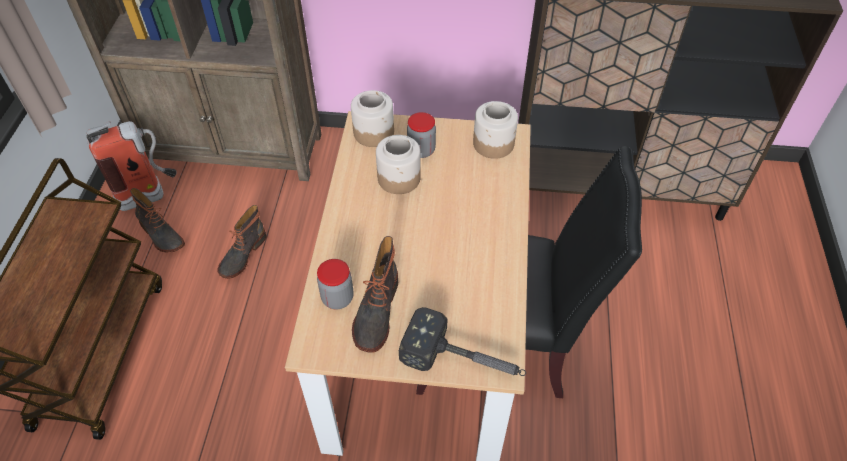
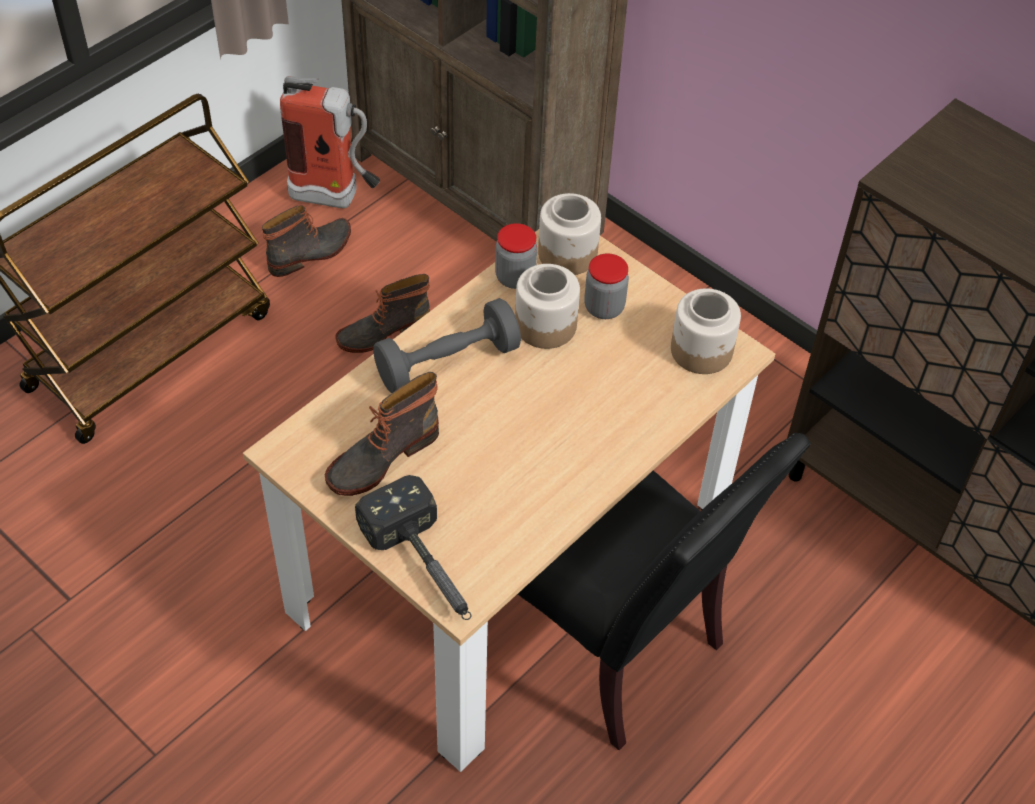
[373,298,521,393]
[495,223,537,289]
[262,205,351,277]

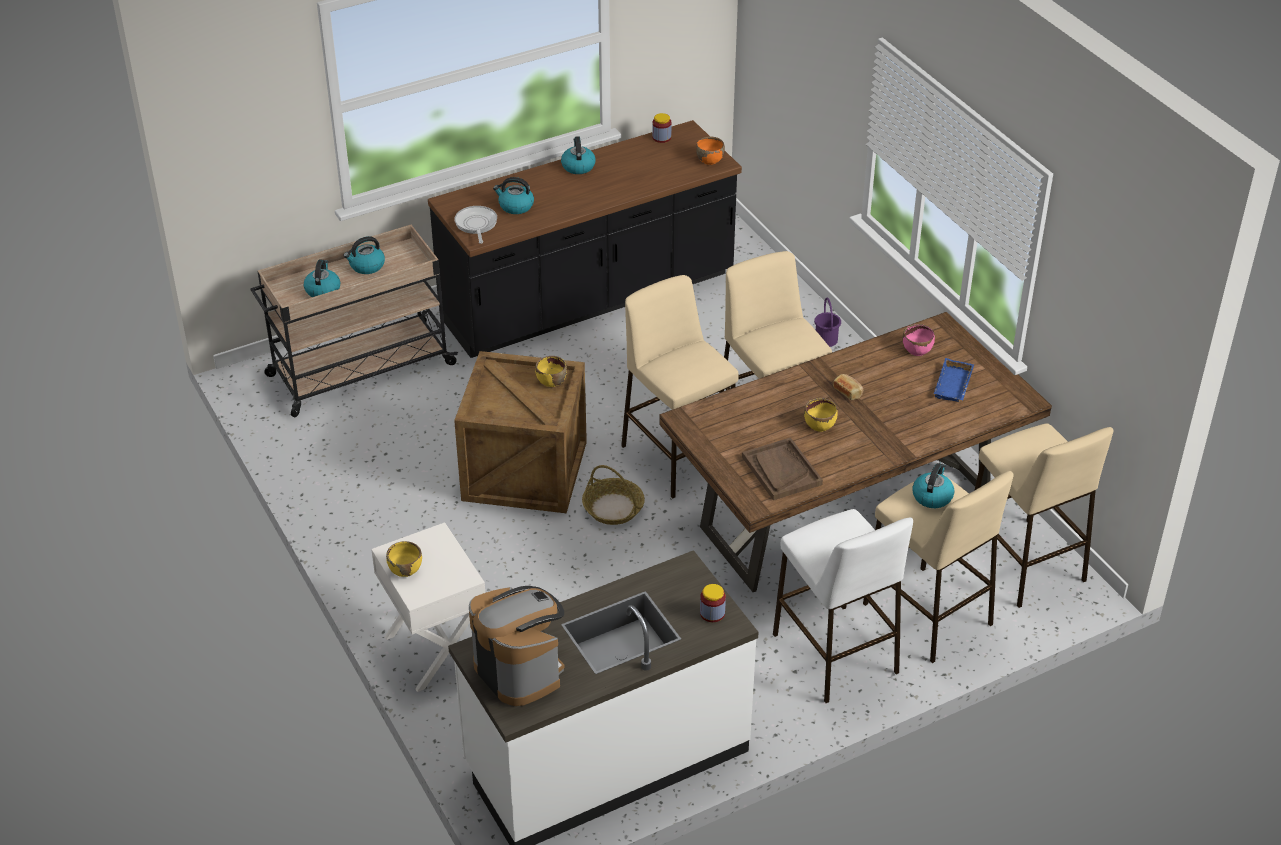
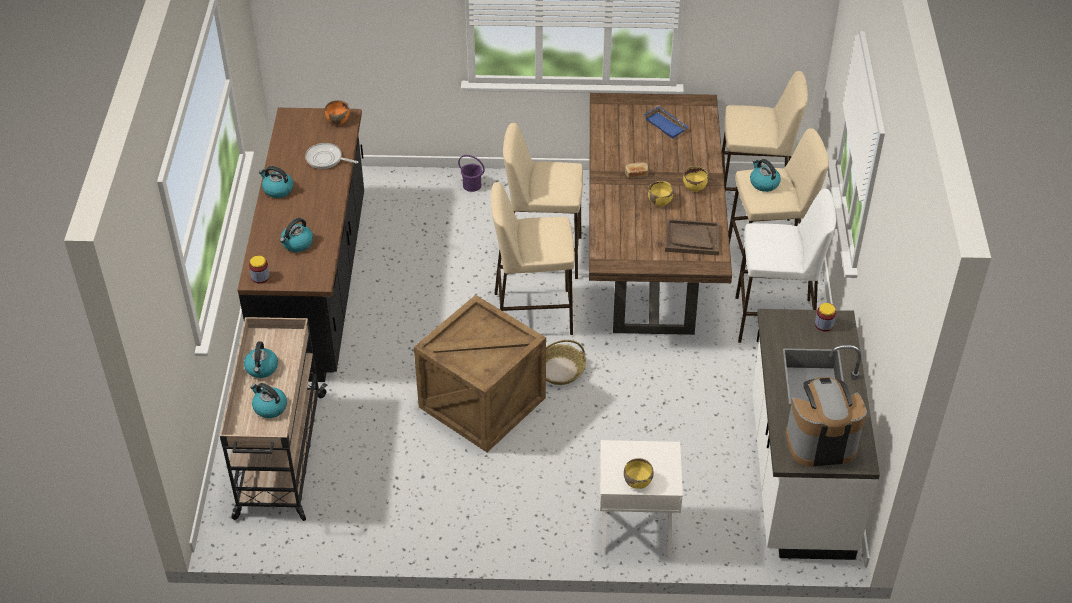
[903,324,935,356] (first image)
[305,143,358,169]
[683,166,709,192]
[249,256,270,284]

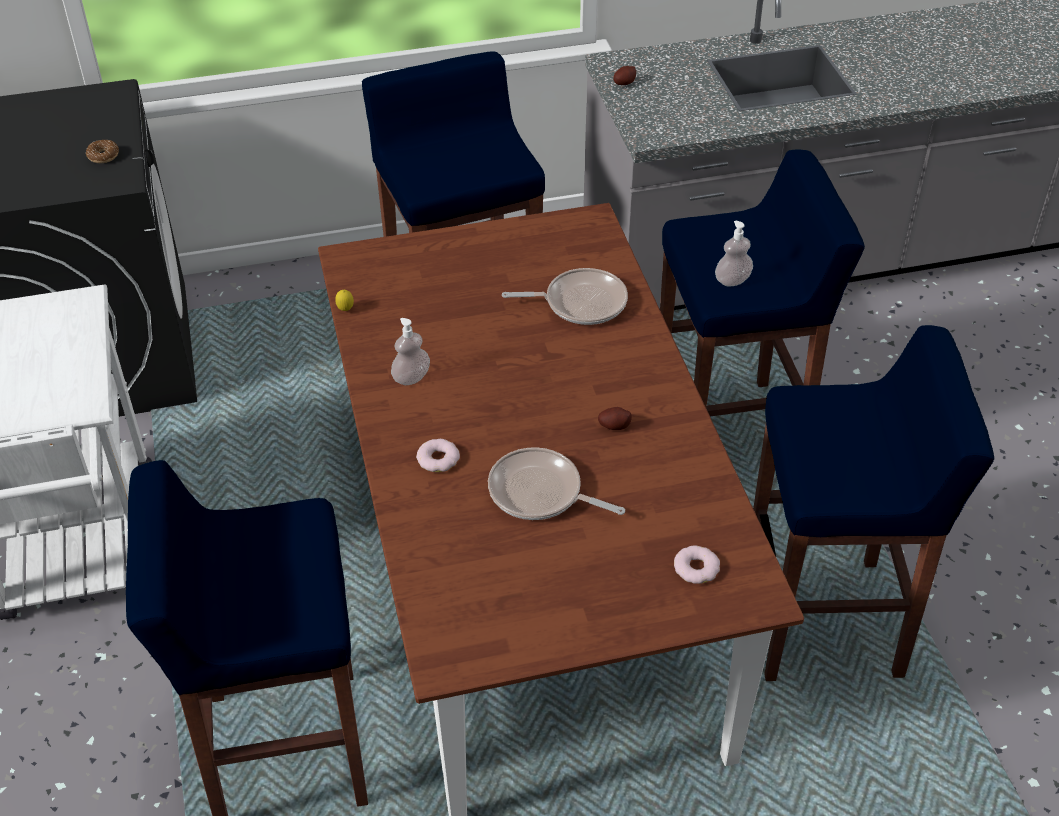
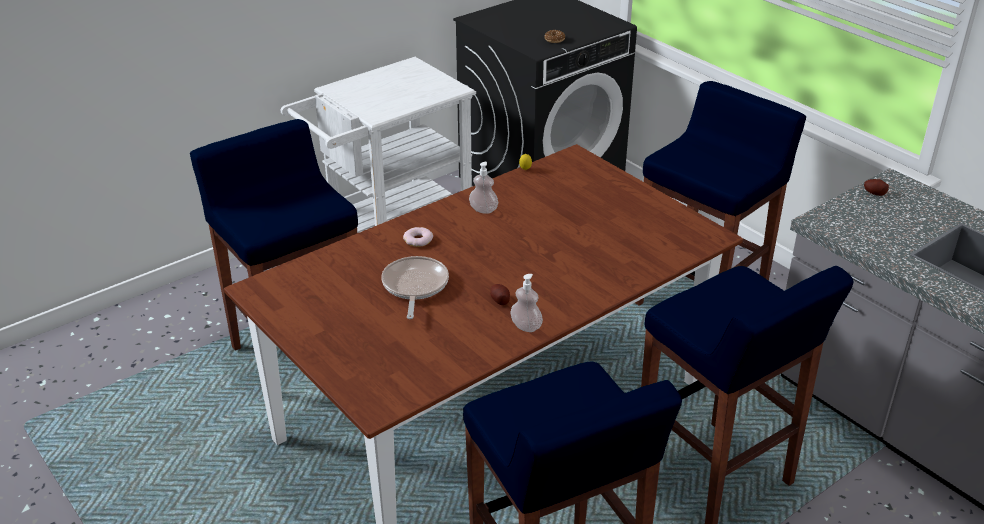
[502,268,628,325] (first image)
[674,546,720,584] (first image)
[510,274,543,332]

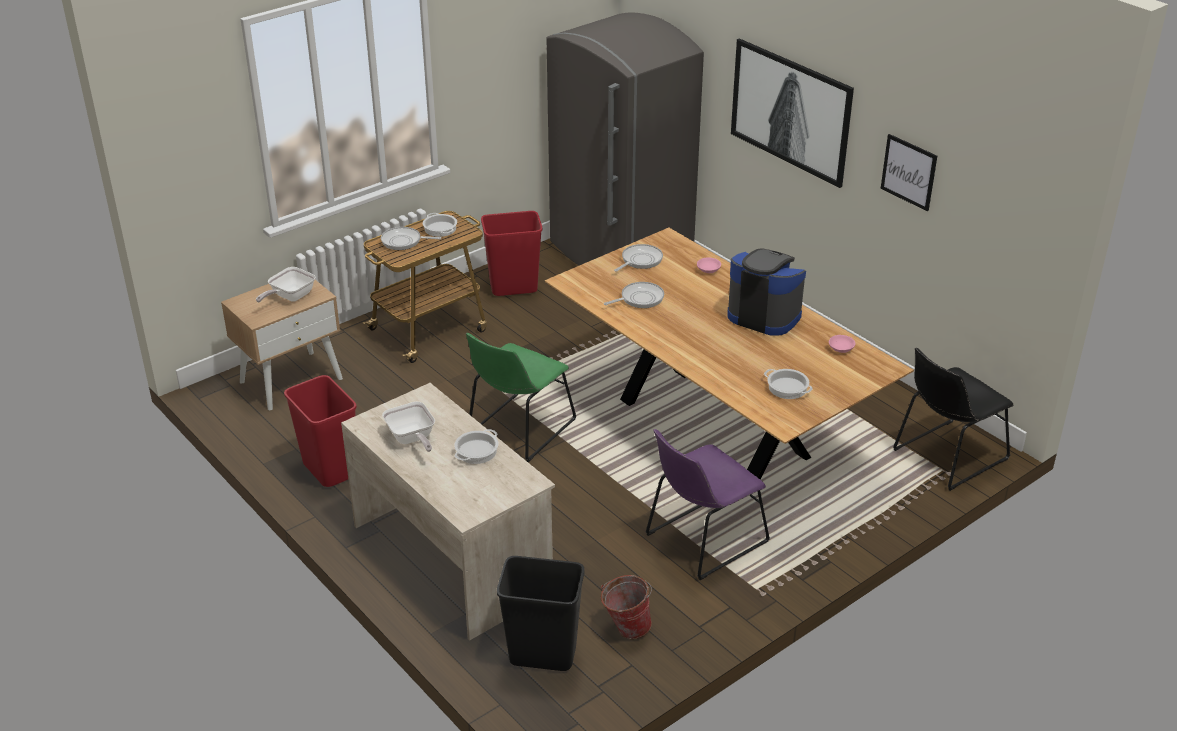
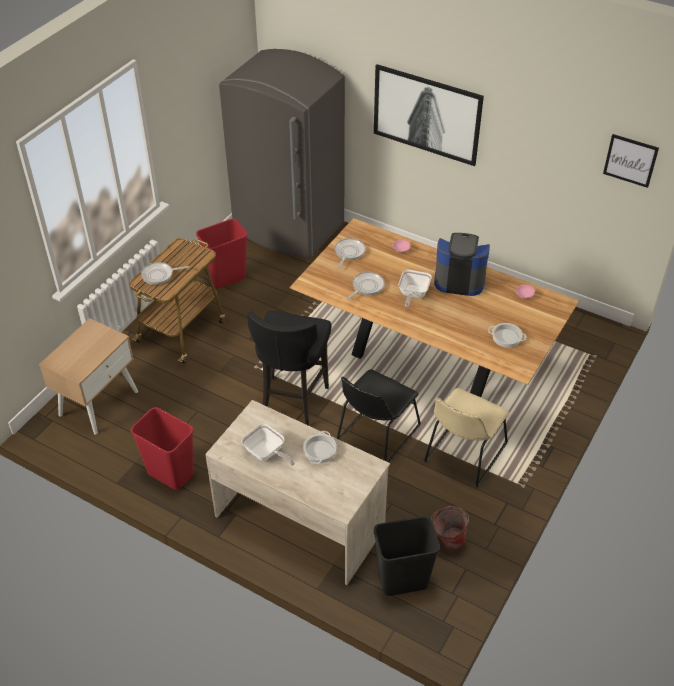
[423,213,457,237] (first image)
[398,270,432,307]
[603,134,659,188]
[337,369,421,463]
[247,311,331,426]
[424,388,509,488]

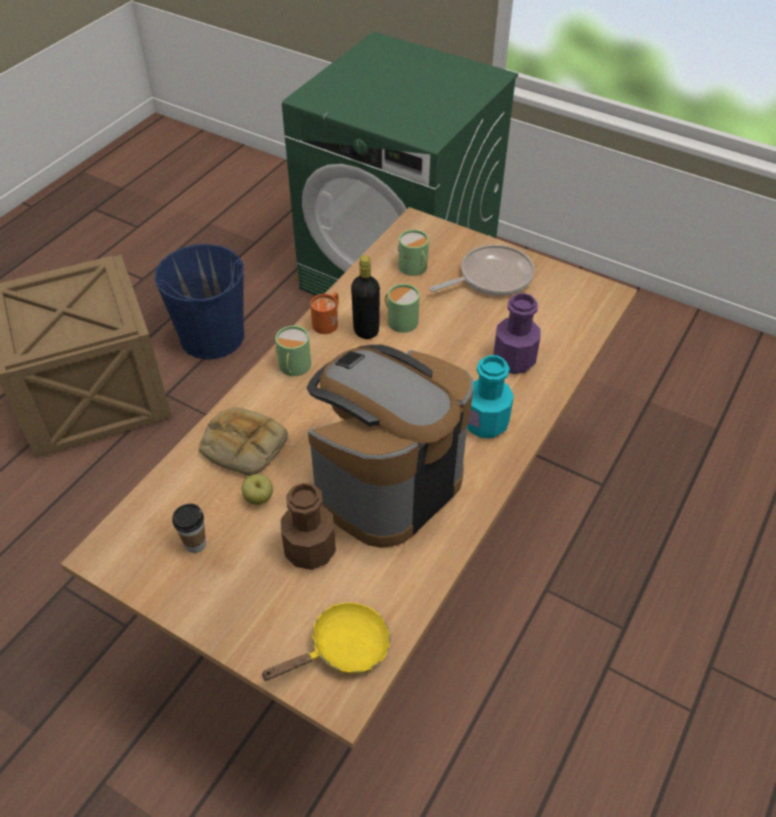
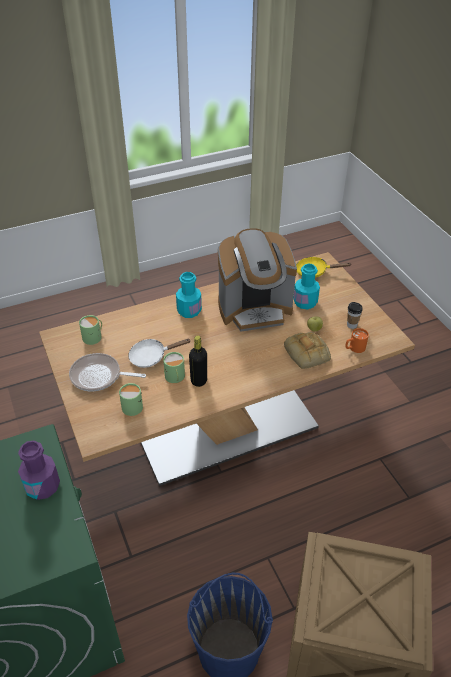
[128,339,190,368]
[79,315,102,345]
[345,328,369,353]
[18,441,60,500]
[293,264,320,309]

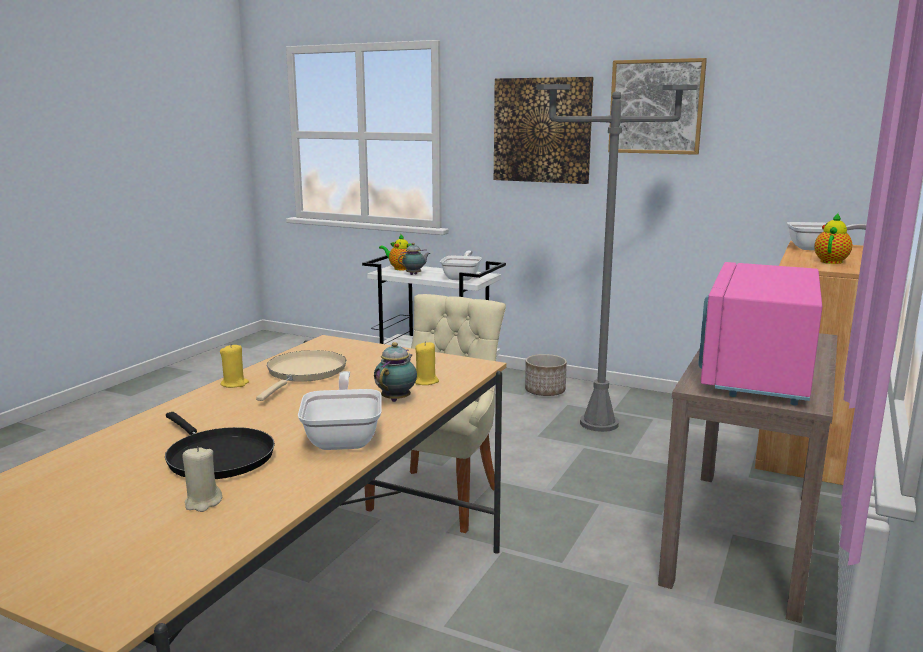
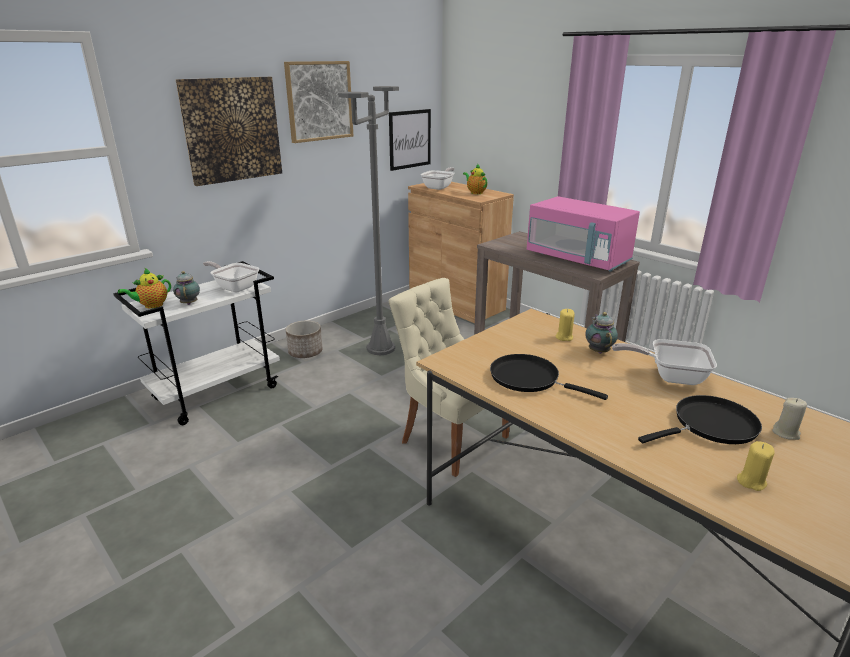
[389,109,431,171]
[737,441,774,491]
[490,354,608,400]
[585,312,618,354]

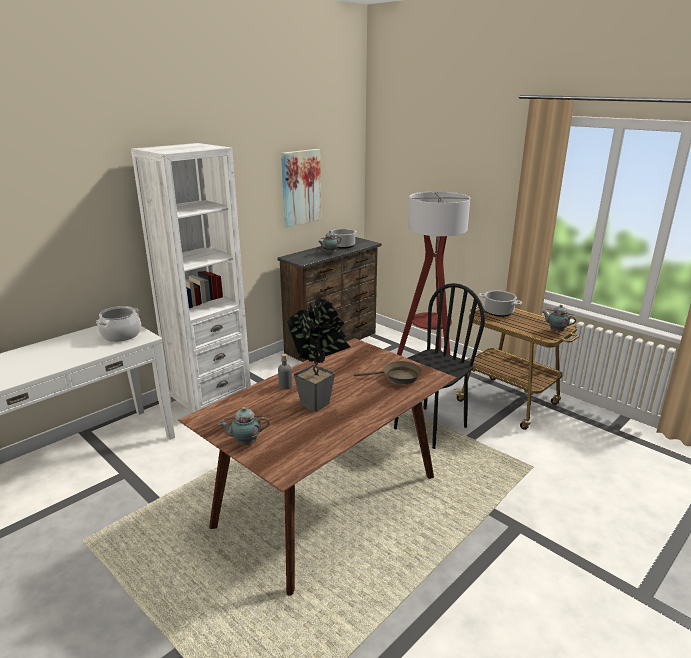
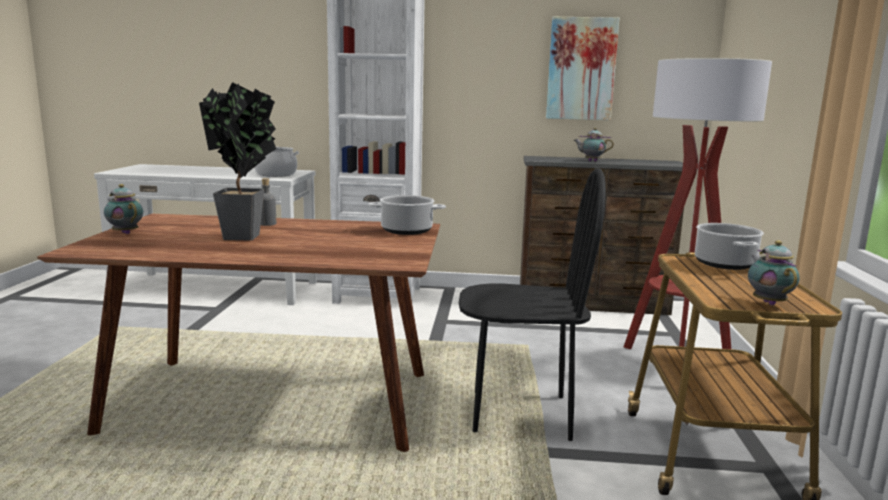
[354,361,422,384] (first image)
[368,195,446,235]

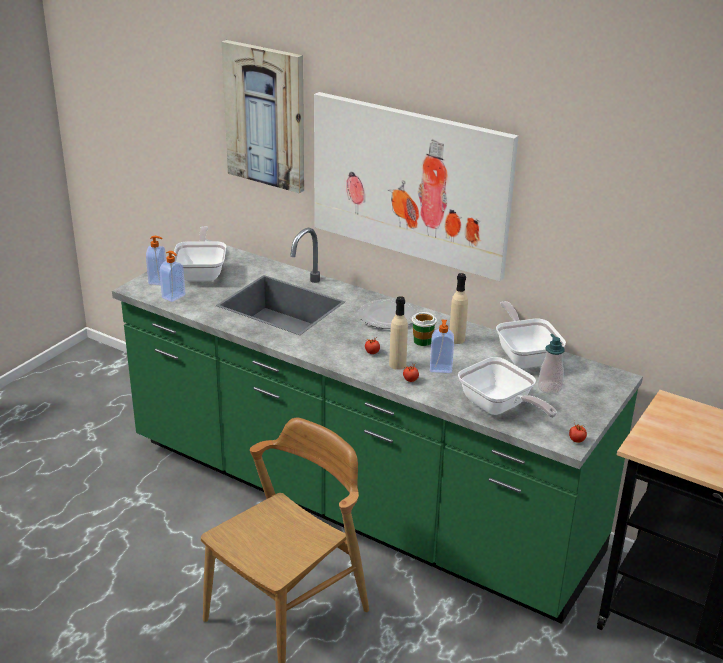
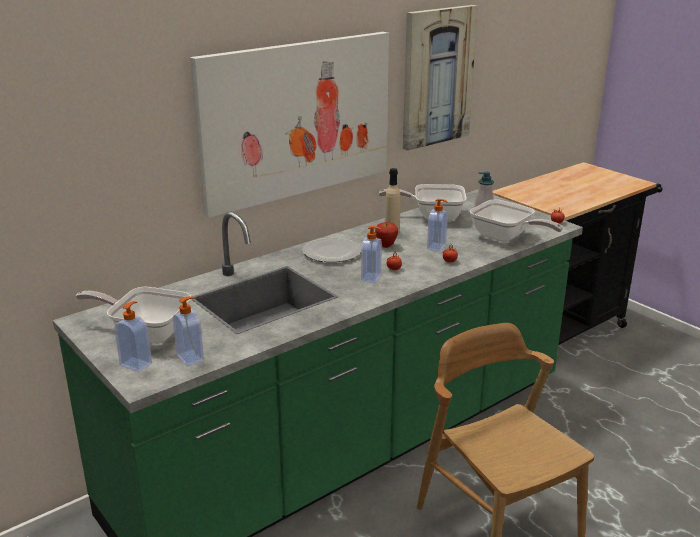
[389,296,408,370] (first image)
[361,226,382,283]
[403,5,478,151]
[375,222,398,248]
[470,199,563,242]

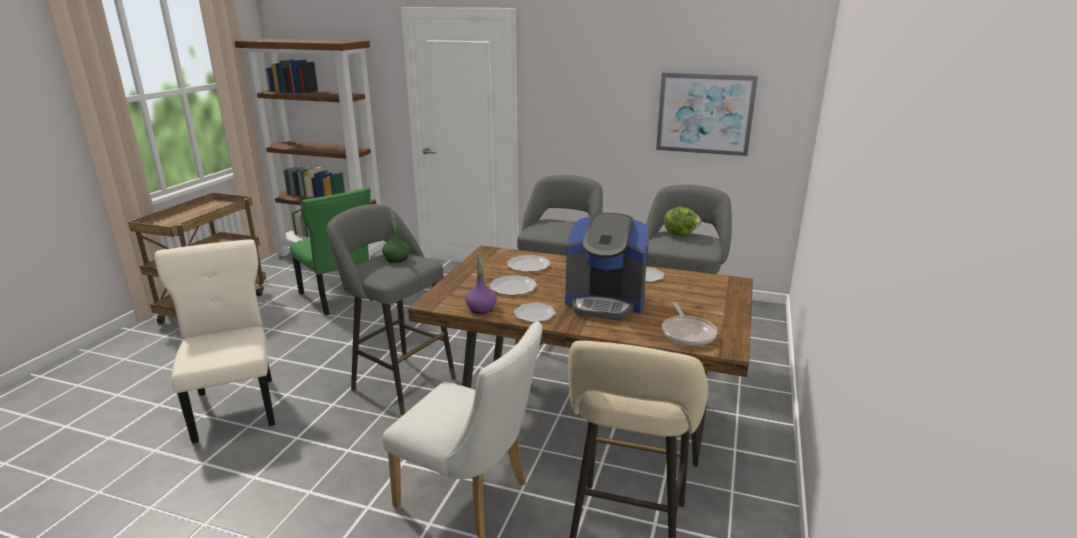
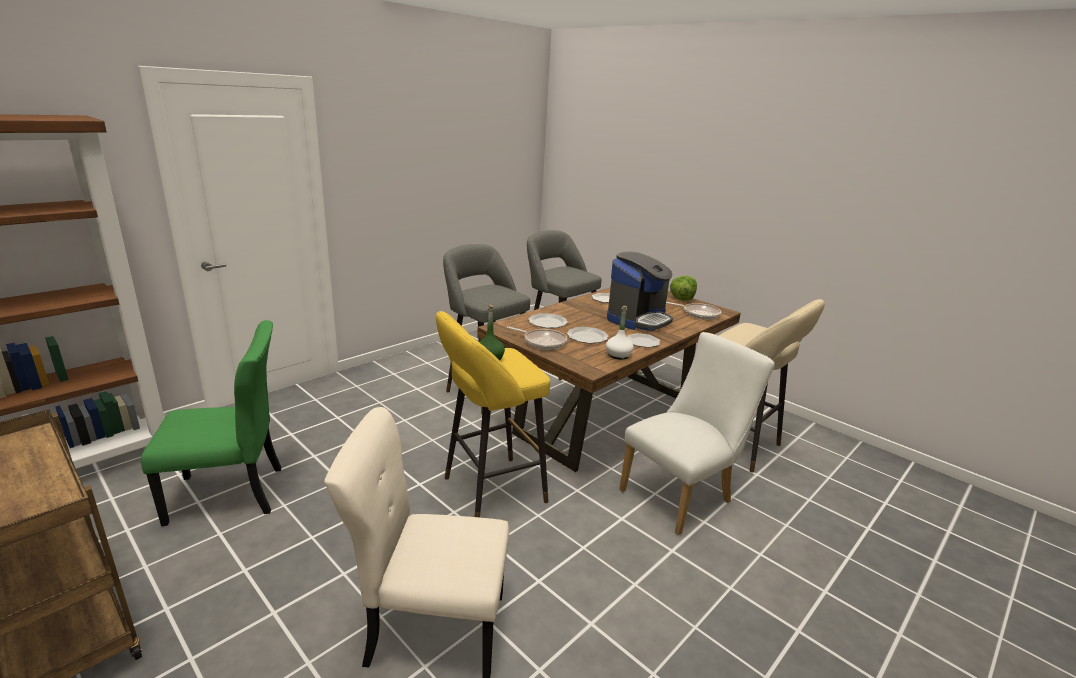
[656,73,758,156] (first image)
[506,326,567,350]
[670,276,697,300]
[436,311,550,517]
[606,306,634,360]

